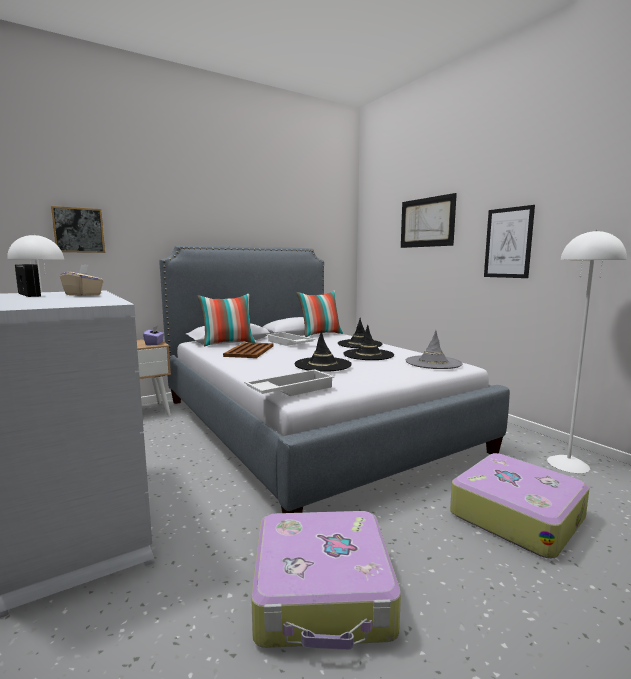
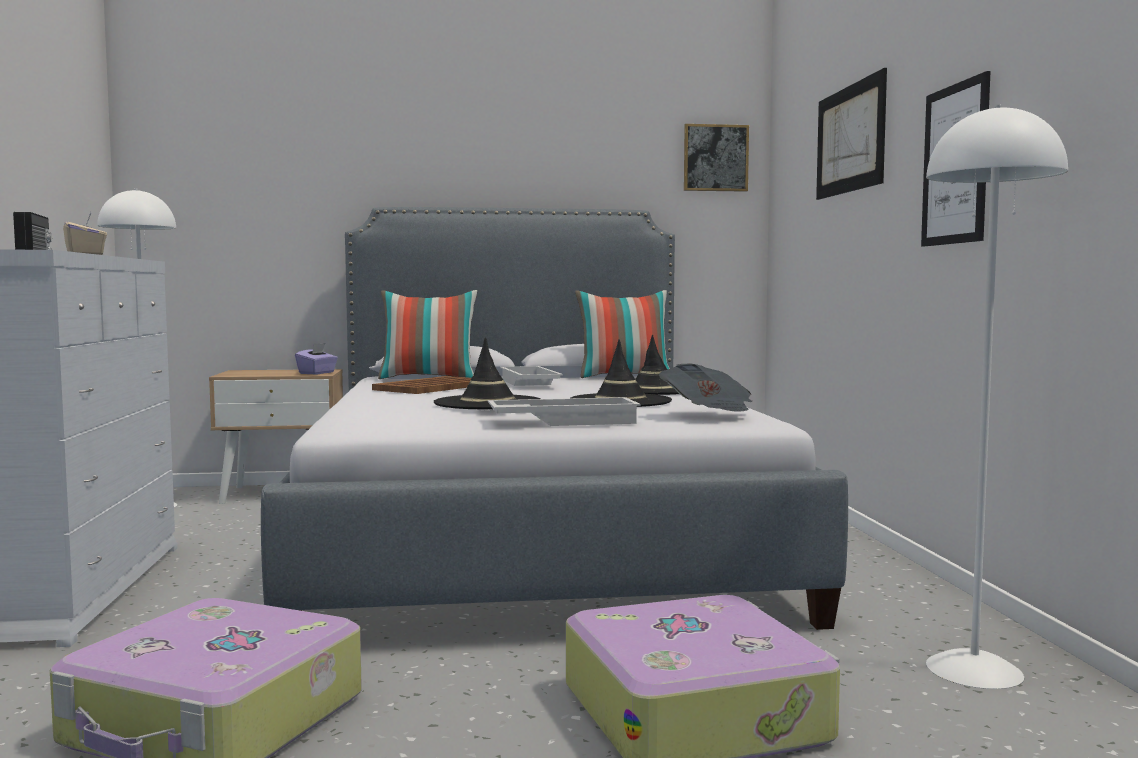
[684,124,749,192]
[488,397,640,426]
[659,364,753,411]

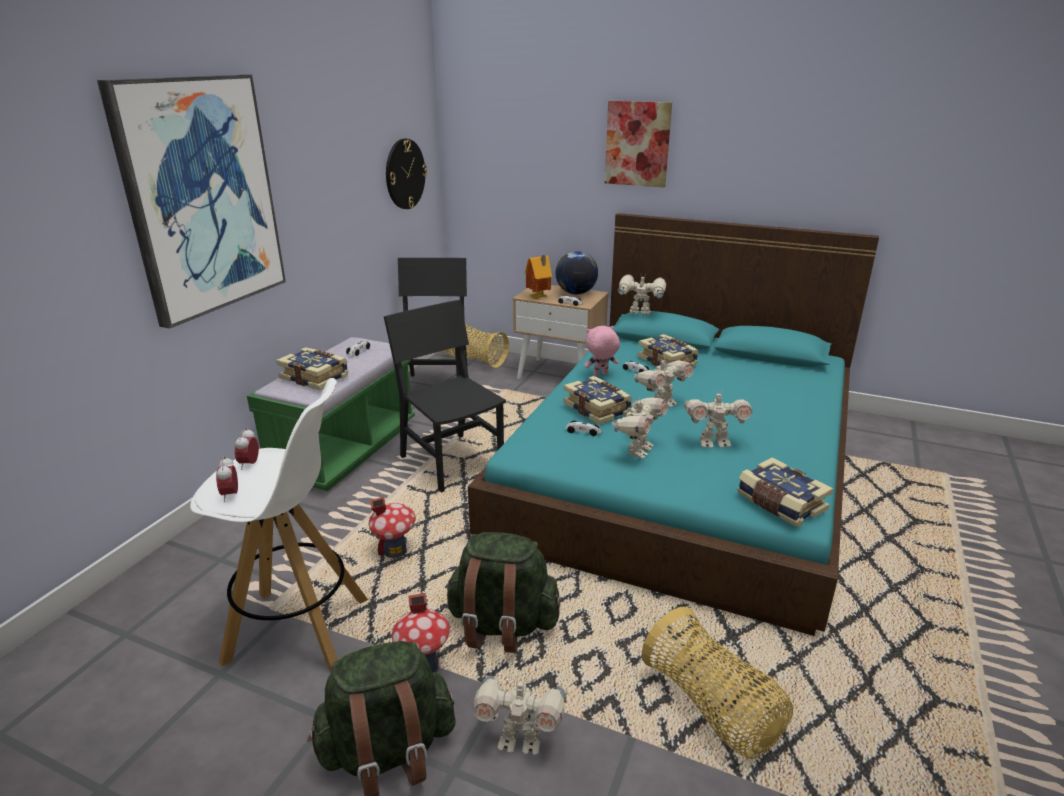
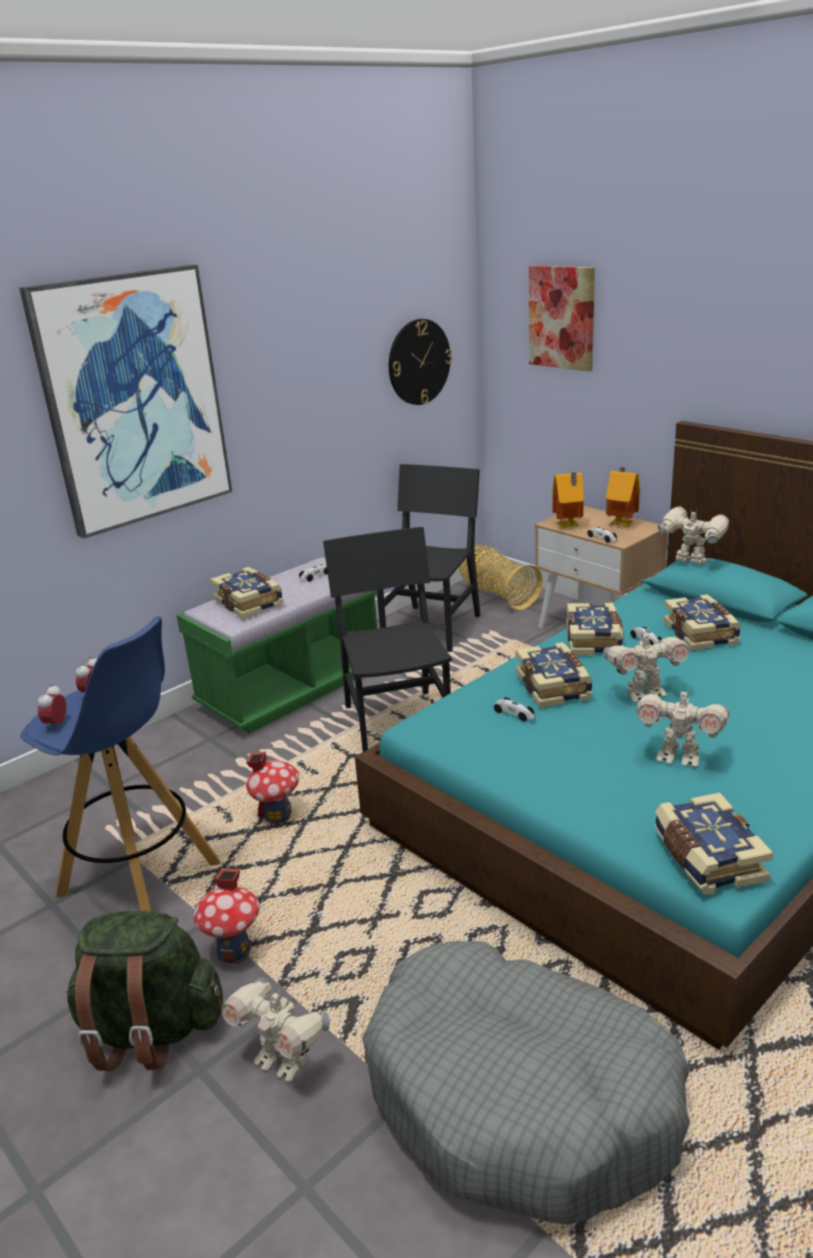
[445,532,560,653] (first image)
[612,397,668,459] (first image)
[529,266,595,372]
[606,467,640,527]
[566,603,624,655]
[362,941,690,1225]
[20,616,221,912]

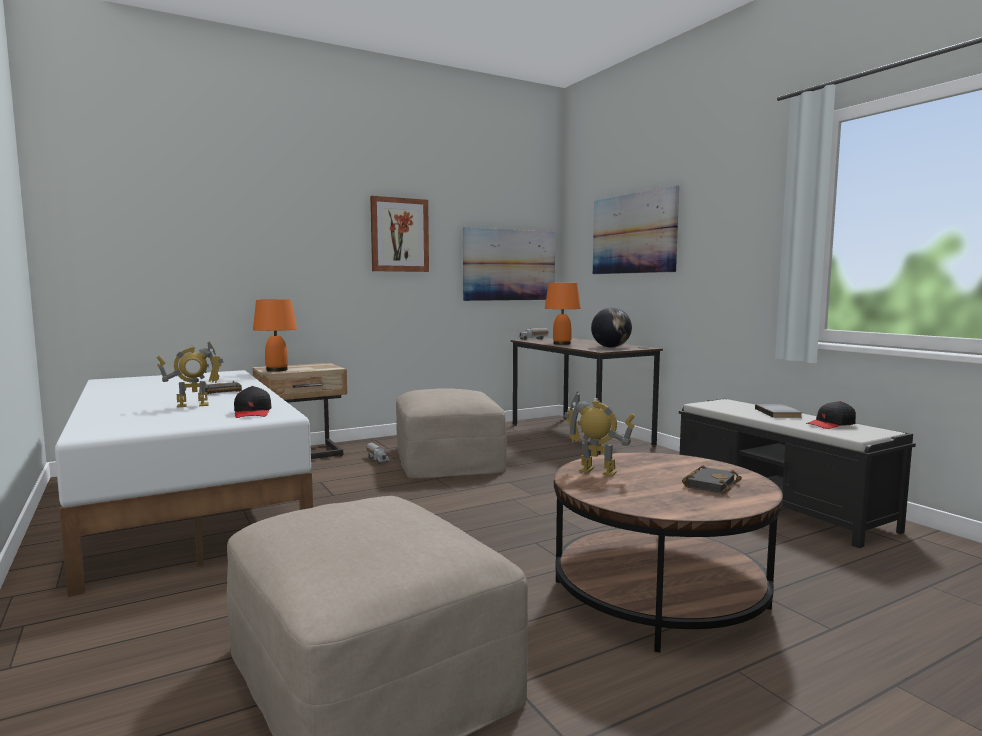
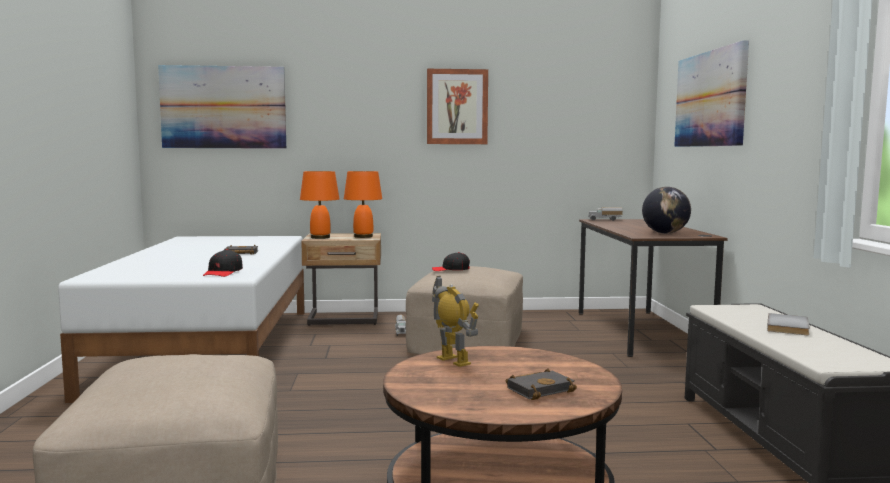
[156,341,224,407] (first image)
[158,65,286,149]
[344,171,382,238]
[432,252,470,271]

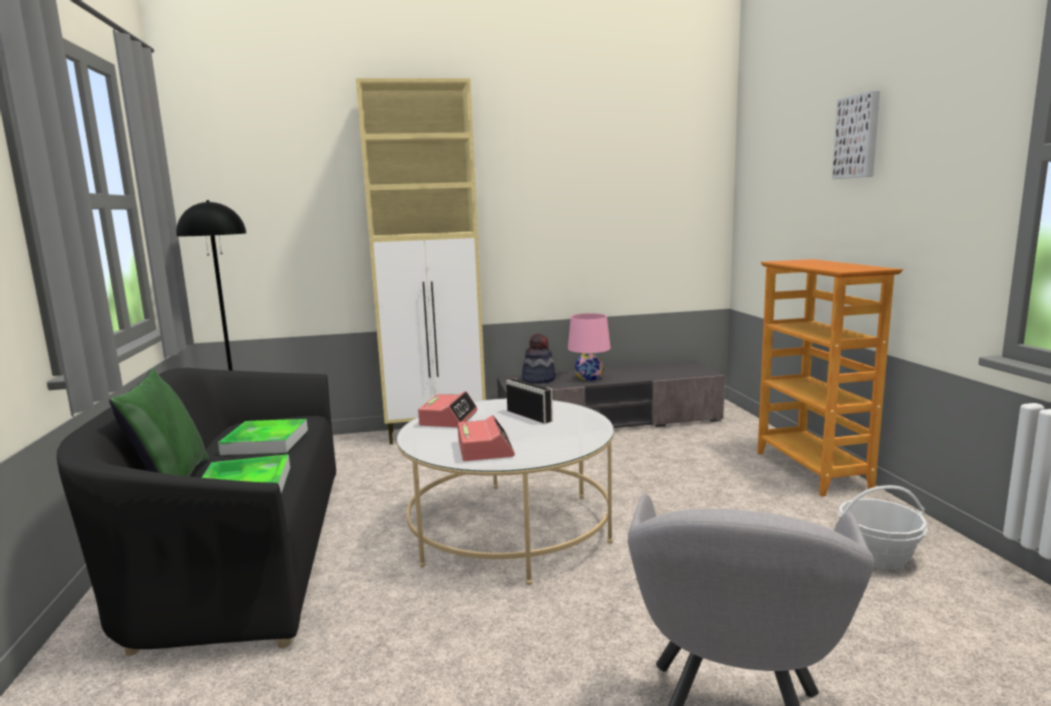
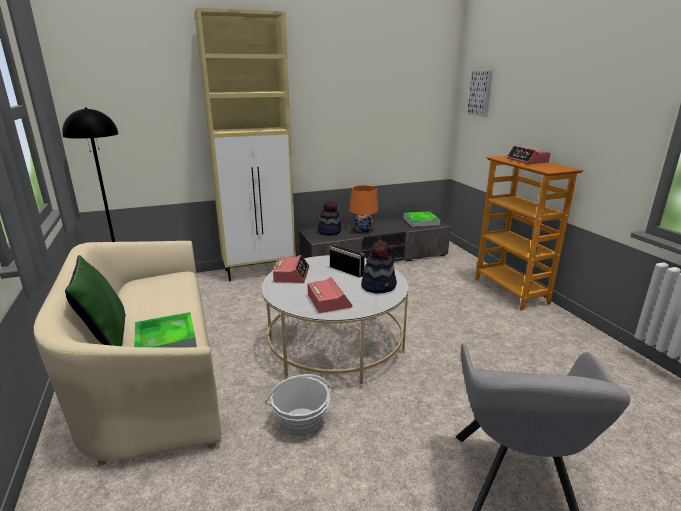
[361,240,397,294]
[507,146,550,164]
[403,211,440,227]
[467,70,493,117]
[265,374,334,436]
[34,241,222,465]
[349,185,379,232]

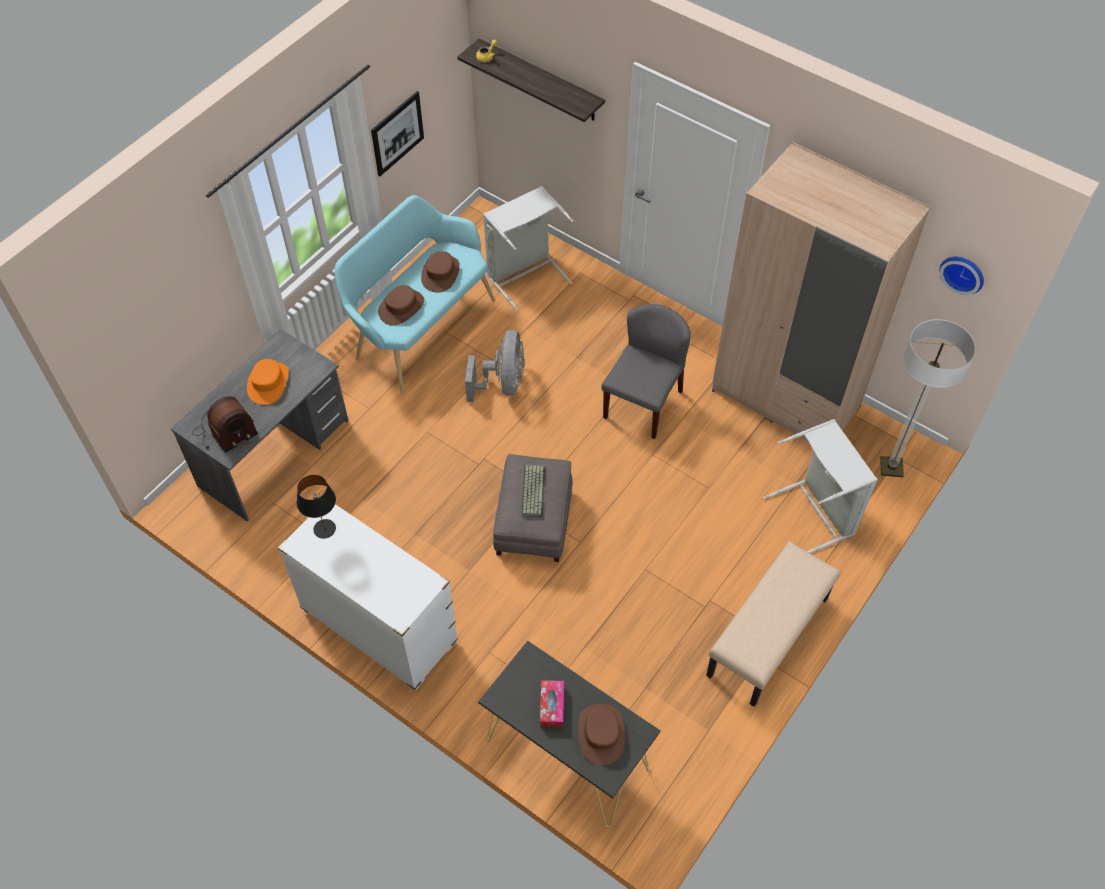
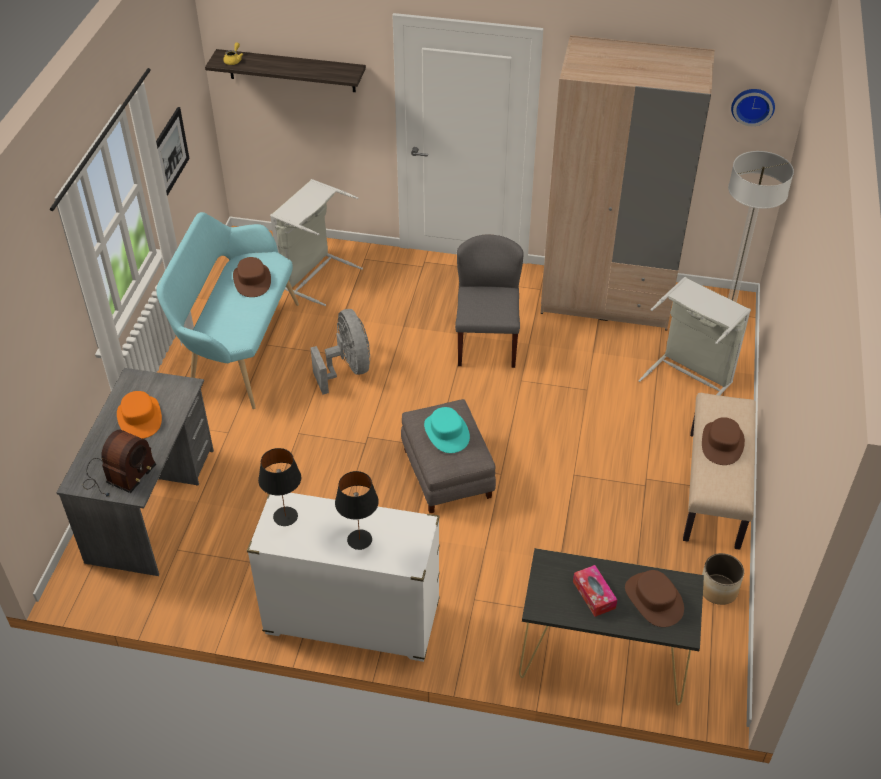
[335,471,379,550]
[702,553,744,605]
[702,417,745,465]
[424,407,470,453]

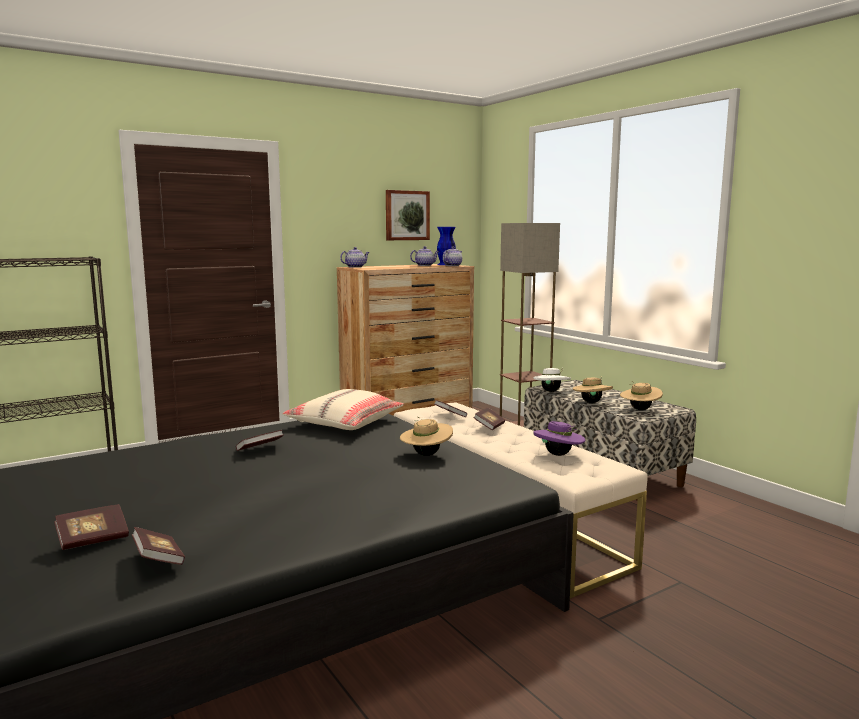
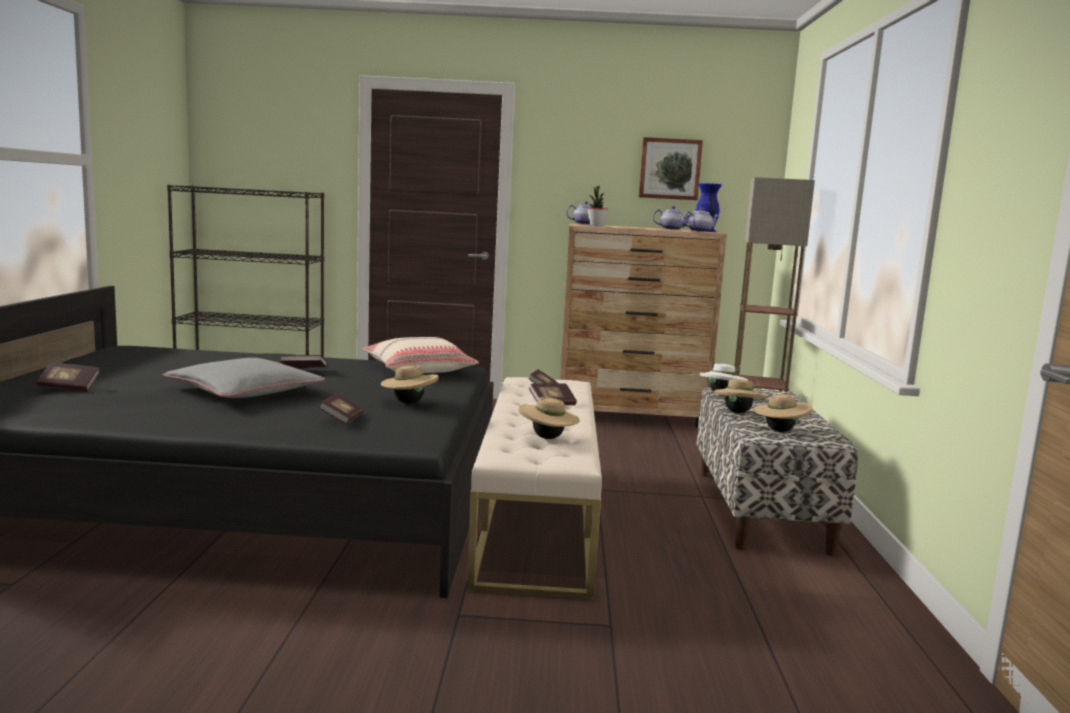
[162,358,325,398]
[587,186,608,227]
[319,393,363,424]
[519,397,580,439]

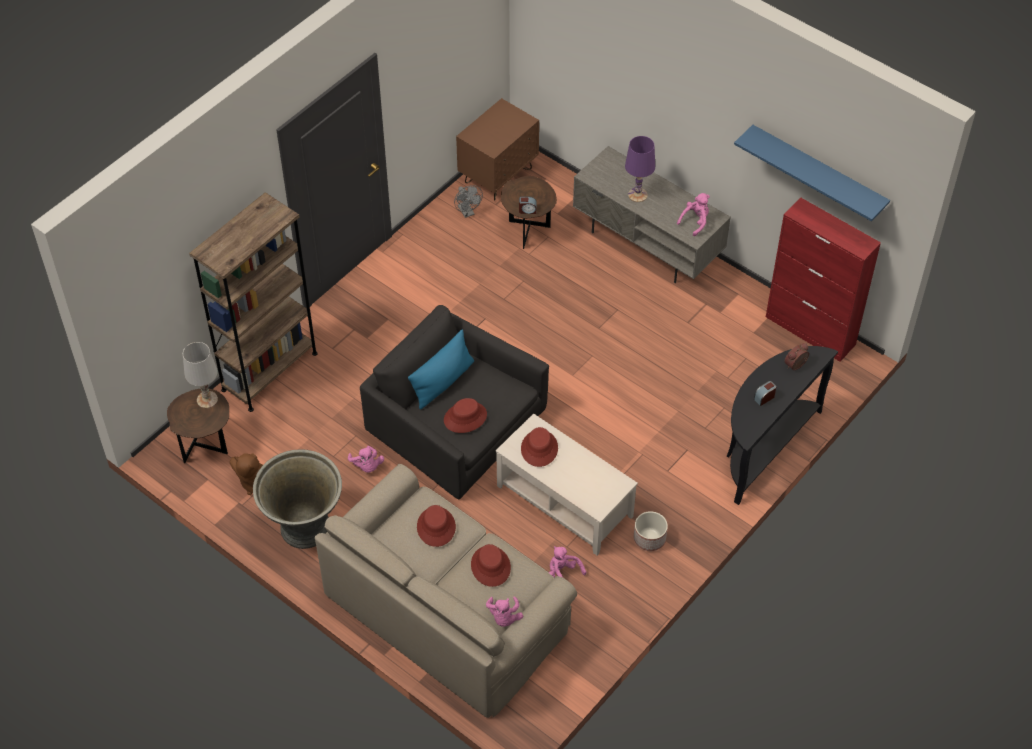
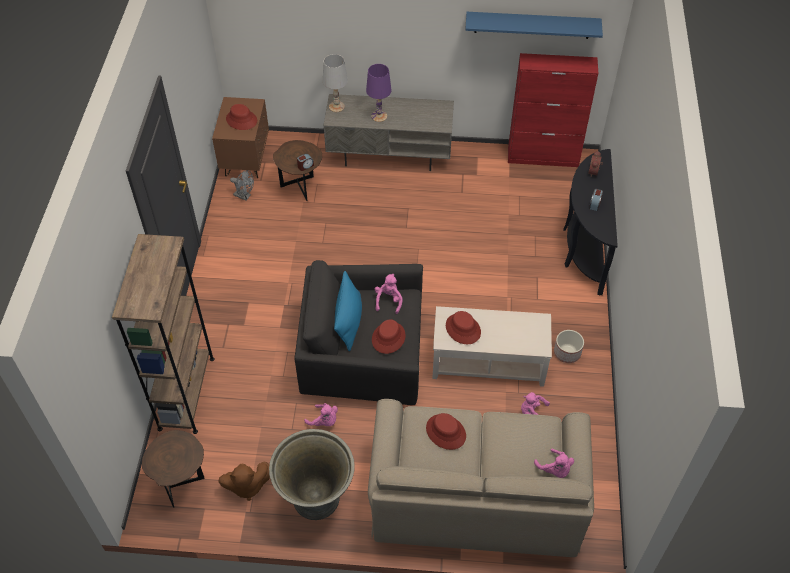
[323,54,348,112]
[226,104,257,130]
[375,274,403,314]

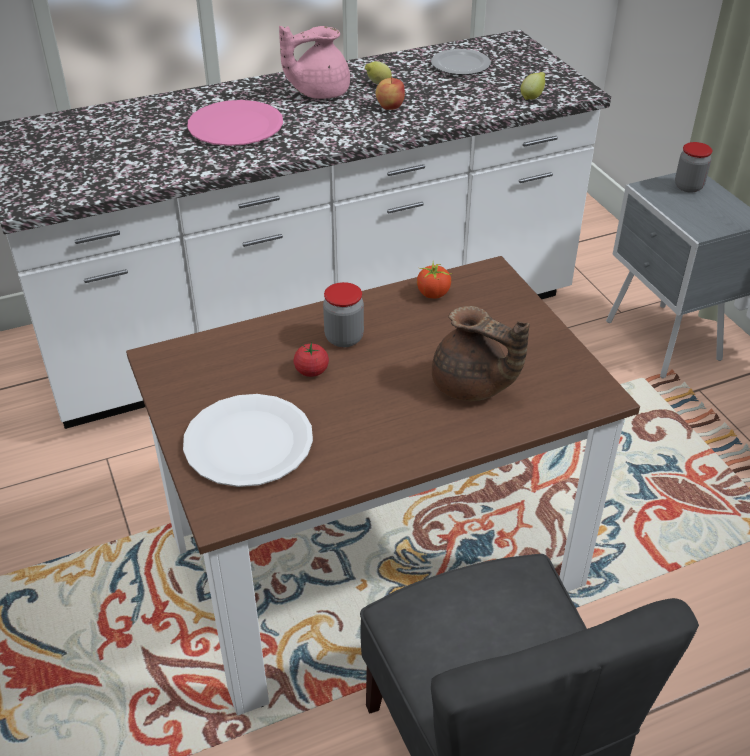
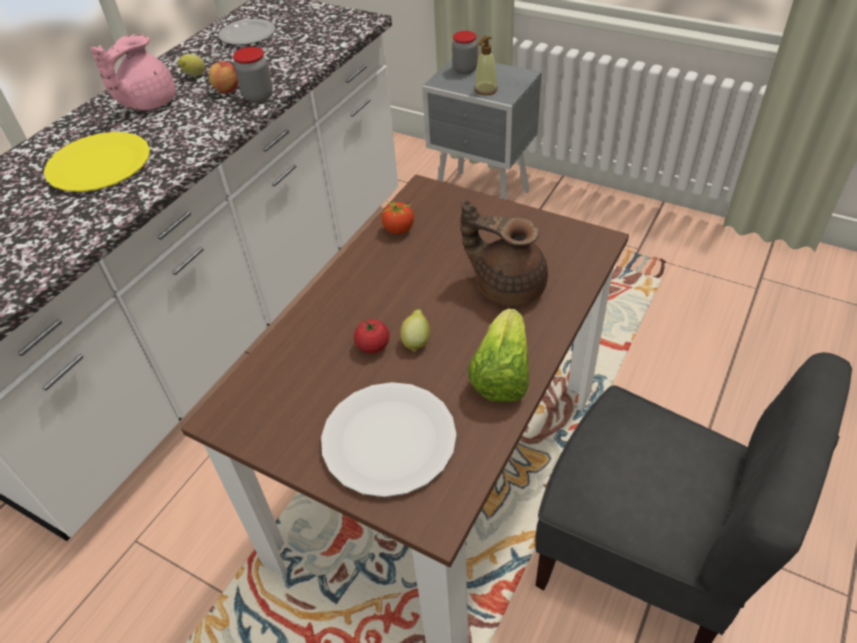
[468,308,529,402]
[474,36,498,95]
[233,47,273,103]
[401,309,430,352]
[44,132,150,192]
[461,199,548,306]

